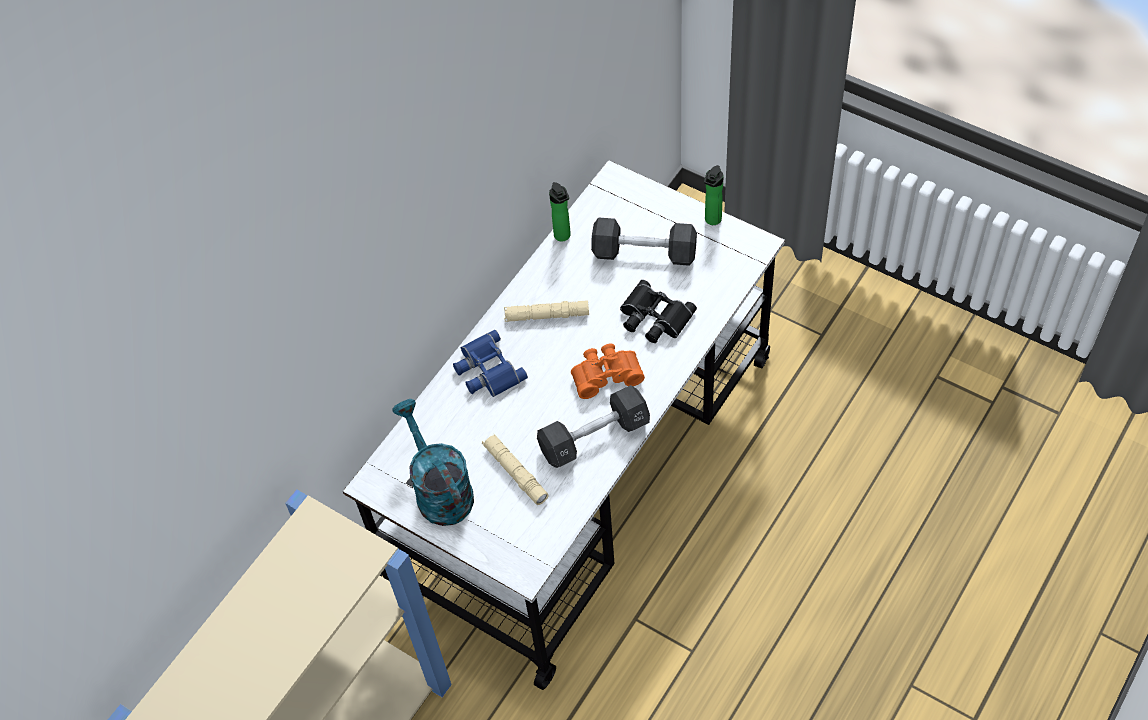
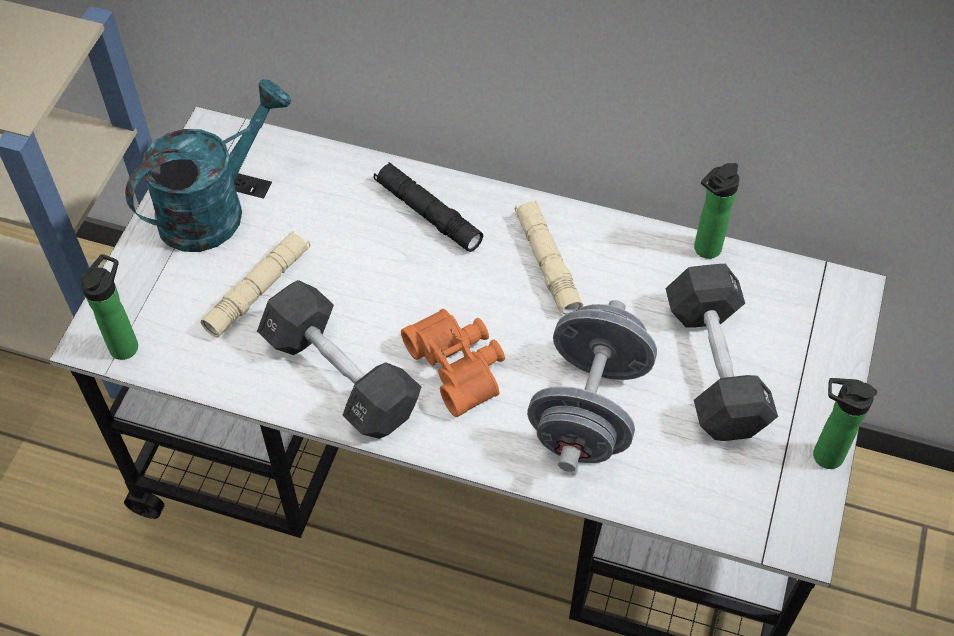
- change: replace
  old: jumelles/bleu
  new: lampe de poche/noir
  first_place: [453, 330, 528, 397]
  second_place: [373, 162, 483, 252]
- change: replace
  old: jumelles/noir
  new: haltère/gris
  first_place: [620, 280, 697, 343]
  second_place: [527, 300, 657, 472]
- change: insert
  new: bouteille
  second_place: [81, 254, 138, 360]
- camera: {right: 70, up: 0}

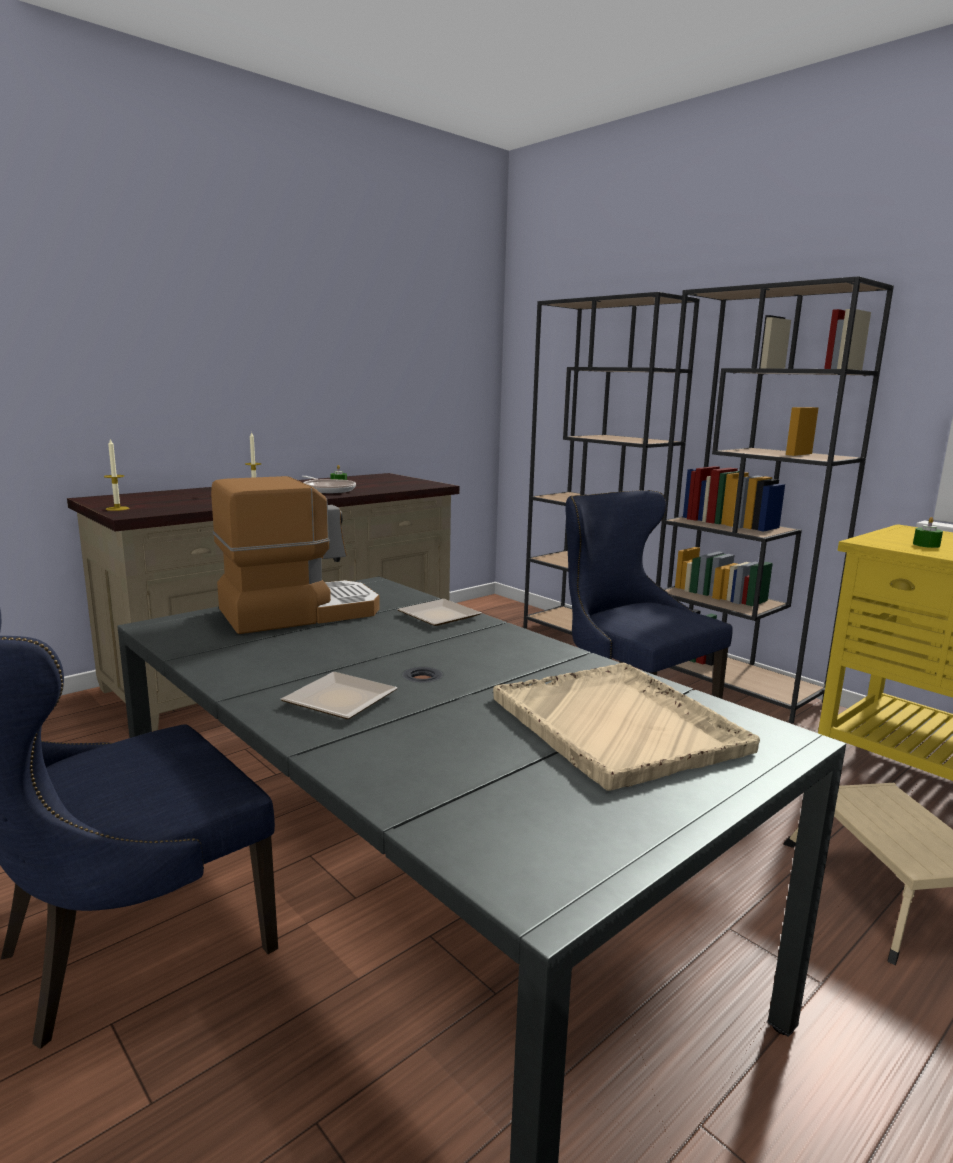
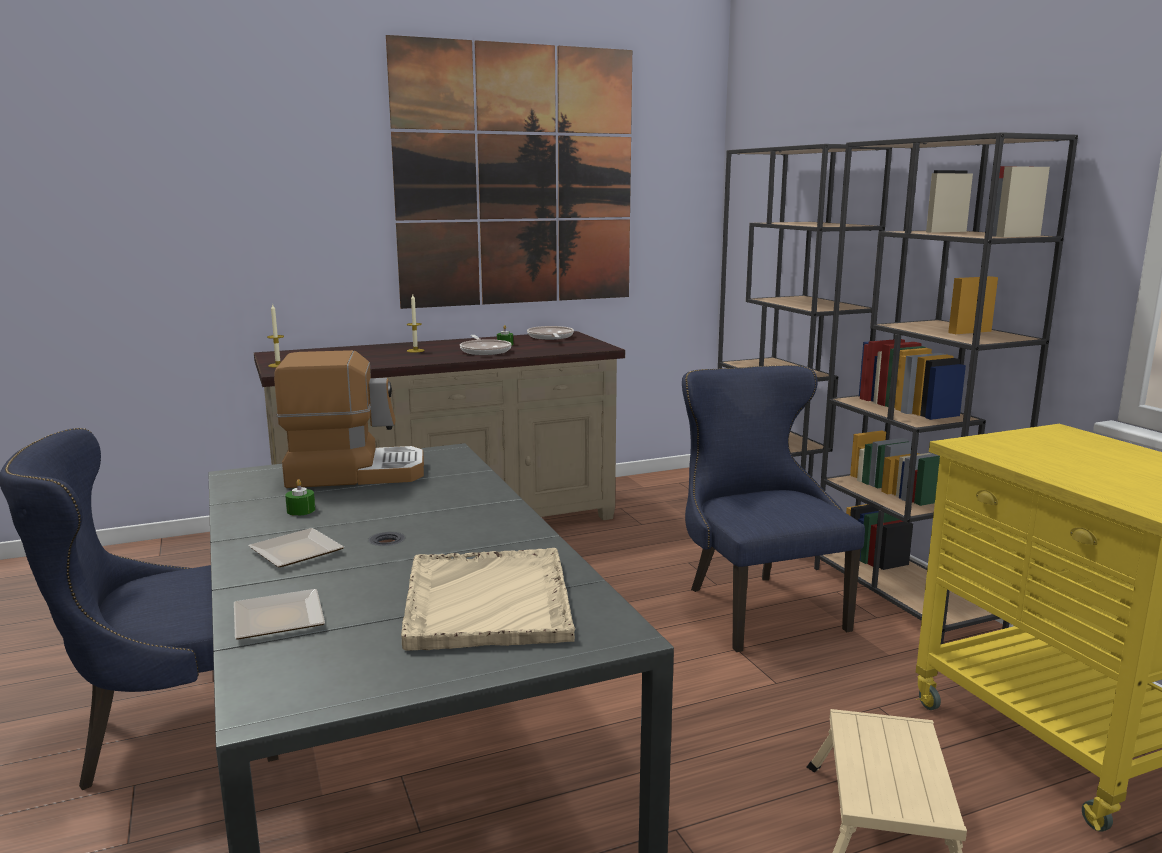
- change: move
  old: assiette
  first_place: [397, 599, 481, 626]
  second_place: [234, 589, 325, 640]
- change: move
  old: bougie/vert
  first_place: [913, 517, 943, 548]
  second_place: [285, 479, 315, 516]
- change: insert
  new: tableau
  second_place: [386, 35, 632, 309]
- change: insert
  new: poêle
  second_place: [527, 326, 574, 340]
- camera: {right: 20, up: 0}

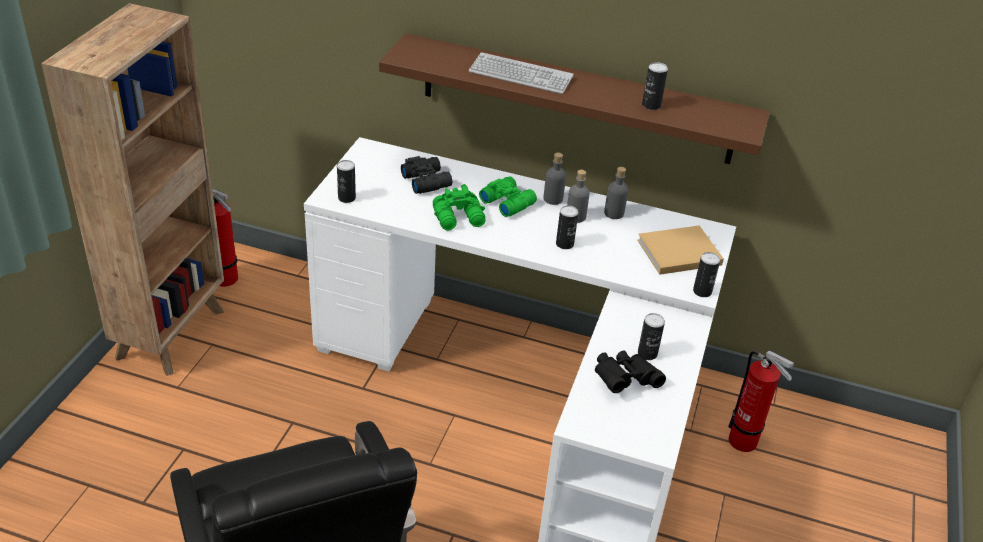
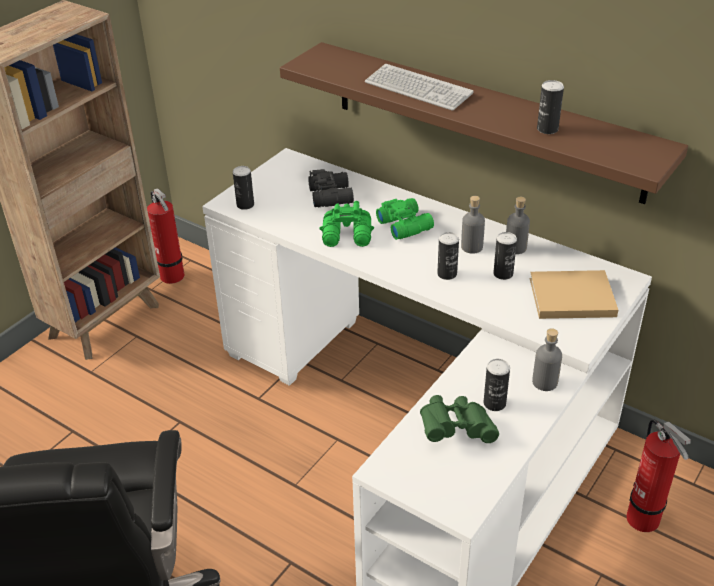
- change: move
  old: bouteille/gris
  first_place: [543, 153, 566, 205]
  second_place: [532, 328, 562, 391]
- change: recolor
  old: jumelles/noir
  new: jumelles/vert
  first_place: [595, 351, 666, 393]
  second_place: [420, 395, 499, 443]
- change: move
  old: boîte métallique
  first_place: [693, 252, 720, 297]
  second_place: [493, 232, 517, 280]
- camera: {right: 20, up: 0}

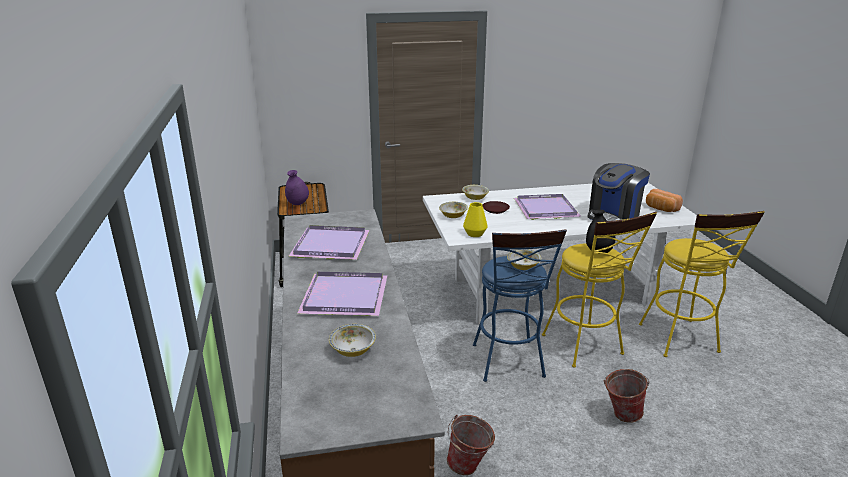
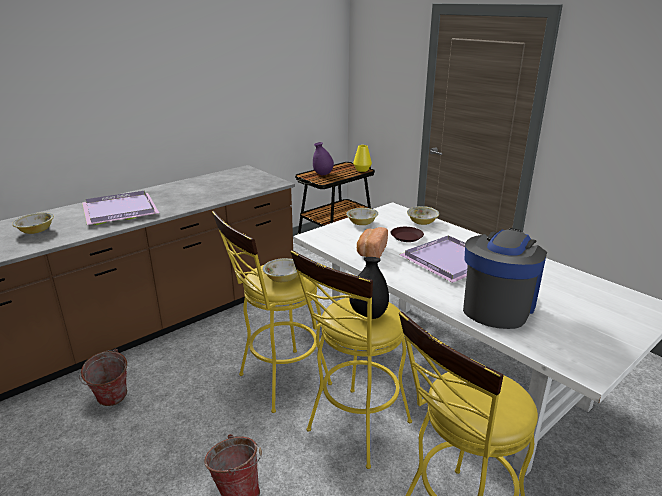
- change: delete
  old: plateau/violet
  first_place: [289, 225, 370, 260]
- change: move
  old: vase/jaune
  first_place: [463, 202, 488, 237]
  second_place: [353, 145, 372, 172]
- change: recolor
  old: tabouret/bleu
  new: tabouret/jaune
  first_place: [473, 229, 567, 382]
  second_place: [212, 211, 332, 413]
- change: rotate
  old: machine à café
  first_place: [588, 163, 650, 221]
  second_place: [463, 228, 547, 329]
  degrees: 105
- change: move
  old: pain
  first_place: [646, 189, 683, 212]
  second_place: [357, 227, 388, 258]
- camera: {right: 60, up: 0}

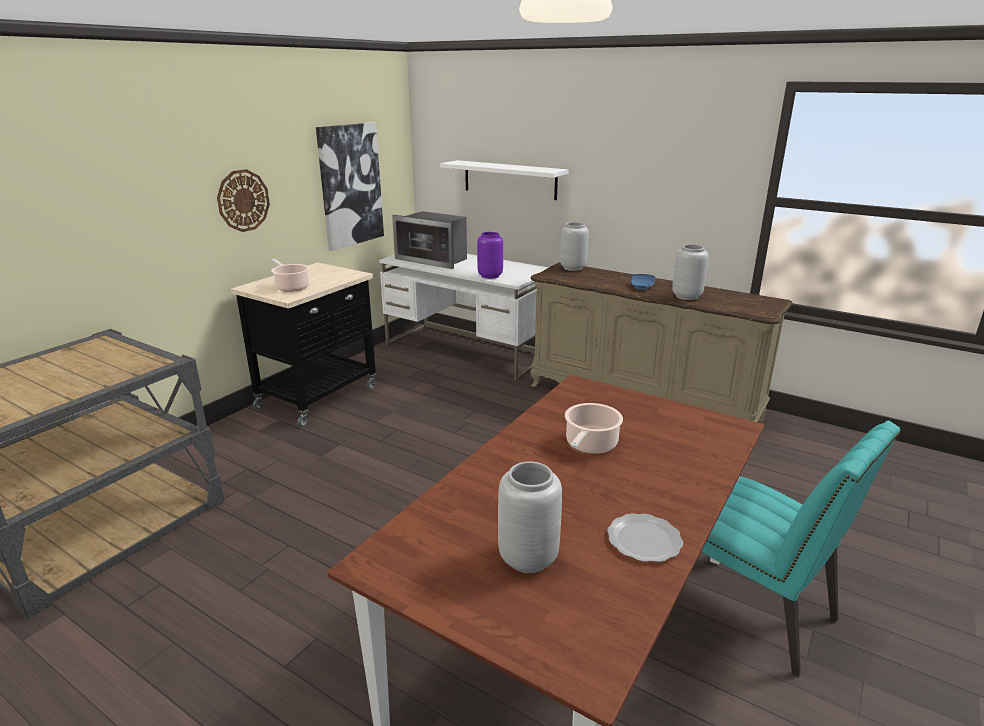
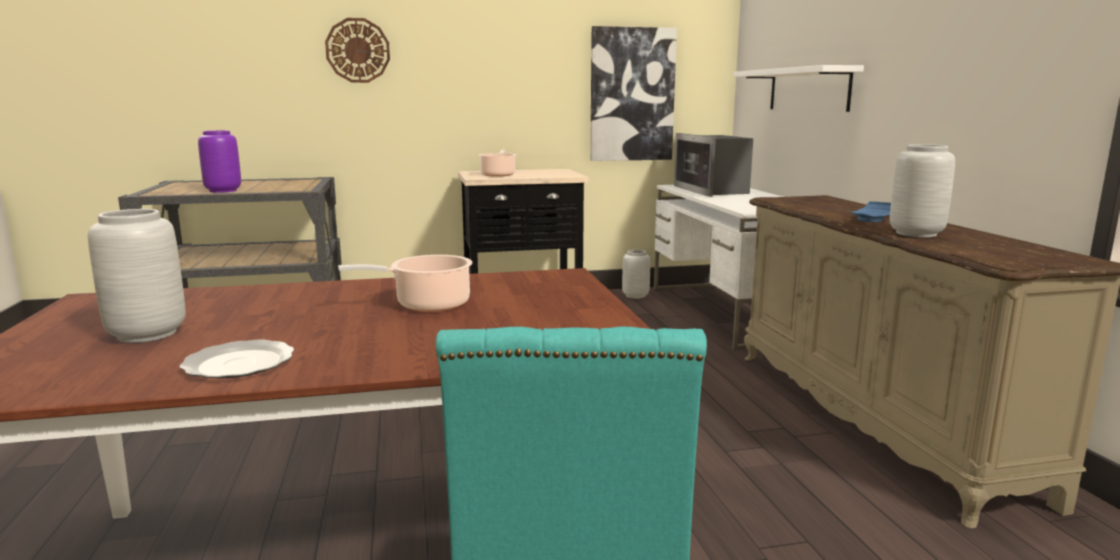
- change: move
  old: horloge murale
  first_place: [217, 169, 270, 232]
  second_place: [325, 18, 390, 83]
- change: move
  old: vase/violet
  first_place: [477, 232, 503, 279]
  second_place: [198, 130, 241, 193]
- change: move
  old: vase/gris
  first_place: [560, 222, 589, 271]
  second_place: [622, 250, 650, 299]
- camera: {right: 45, up: -10}

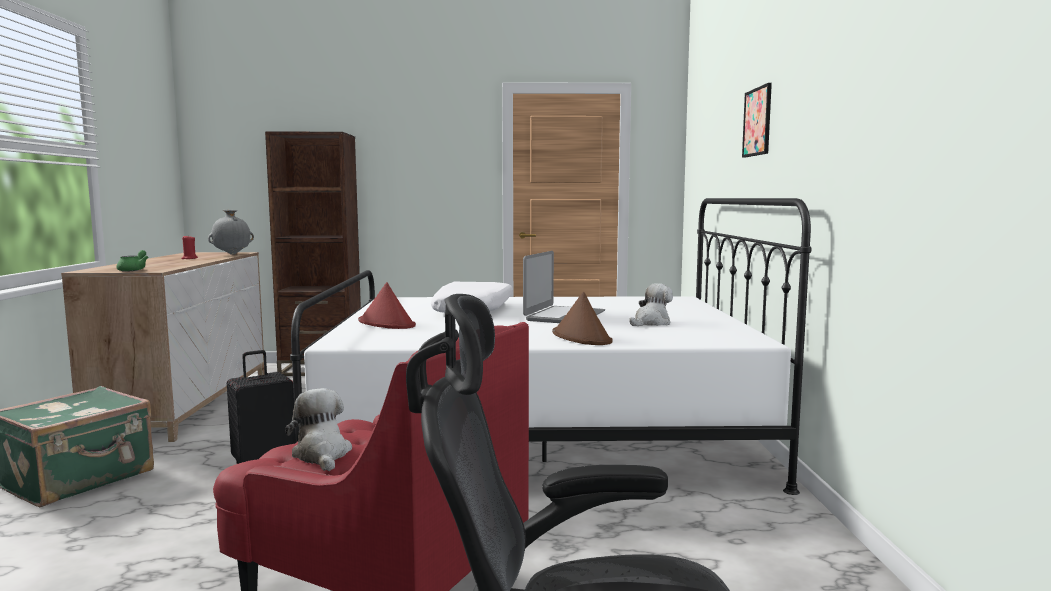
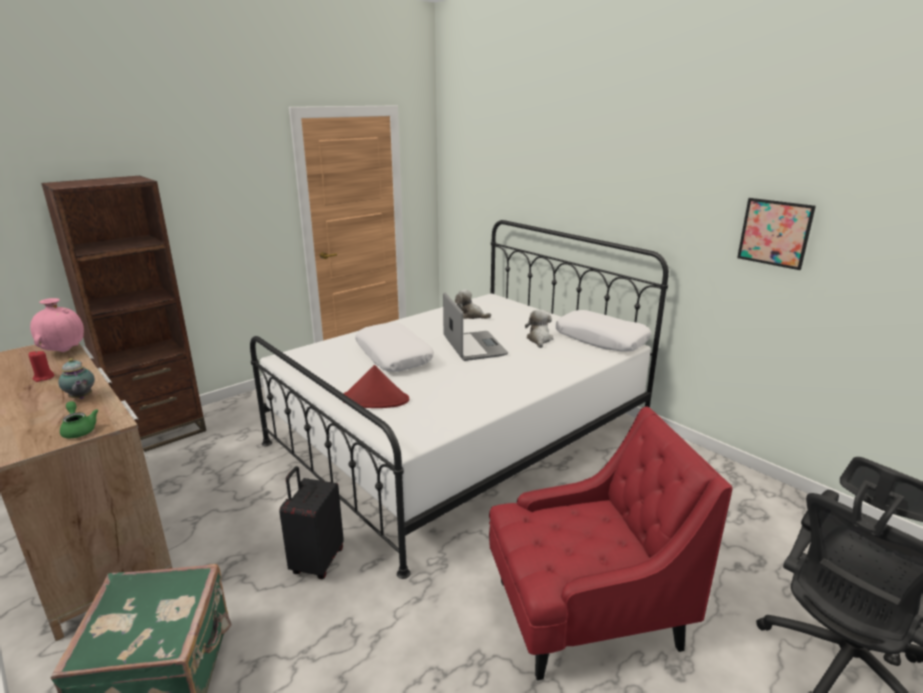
- change: recolor
  old: vase/gris
  new: vase/rose
  first_place: [208, 210, 254, 255]
  second_place: [30, 298, 84, 352]
- change: move
  old: peluche
  first_place: [285, 388, 352, 471]
  second_place: [455, 289, 491, 319]
- change: delete
  old: chapeau/marron
  first_place: [552, 292, 613, 345]
- change: move
  old: tableau
  first_place: [742, 83, 772, 158]
  second_place: [737, 198, 816, 270]
- change: insert
  new: théière
  second_place: [58, 358, 95, 399]
- change: insert
  new: coussin/blanc
  second_place: [555, 310, 651, 352]
- camera: {right: -40, up: 15}

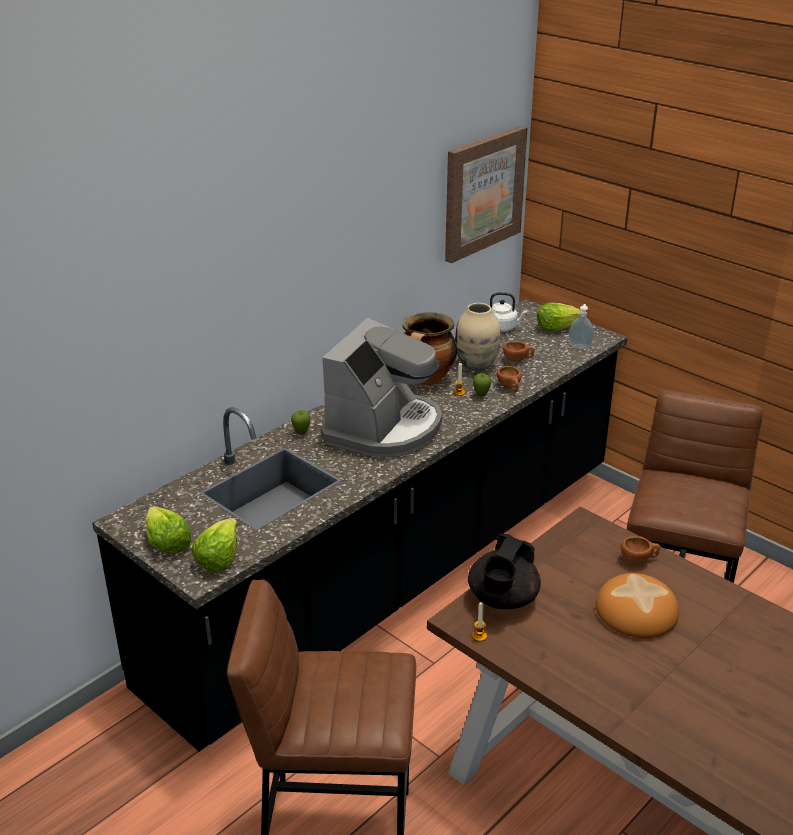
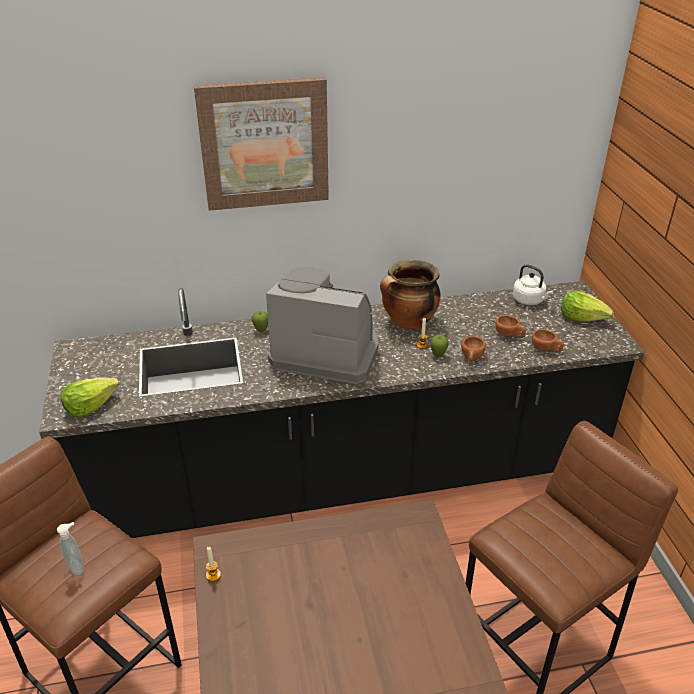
- change: delete
  old: laitue
  first_place: [145, 506, 191, 554]
- change: rotate
  old: machine à café
  first_place: [321, 318, 442, 457]
  second_place: [266, 267, 378, 384]
  degrees: -135
- change: move
  old: tableau
  first_place: [445, 126, 527, 263]
  second_place: [194, 77, 329, 211]
- change: delete
  old: vase/beige
  first_place: [455, 303, 501, 371]
- change: delete
  old: théière/noir
  first_place: [468, 534, 541, 609]
- change: move
  old: distributeur de savon
  first_place: [569, 304, 594, 348]
  second_place: [57, 522, 84, 575]
- change: delete
  old: pain
  first_place: [596, 573, 679, 638]
- change: move
  old: tasse/marron
  first_place: [621, 536, 661, 564]
  second_place: [532, 329, 564, 352]
- camera: {right: 35, up: 5}

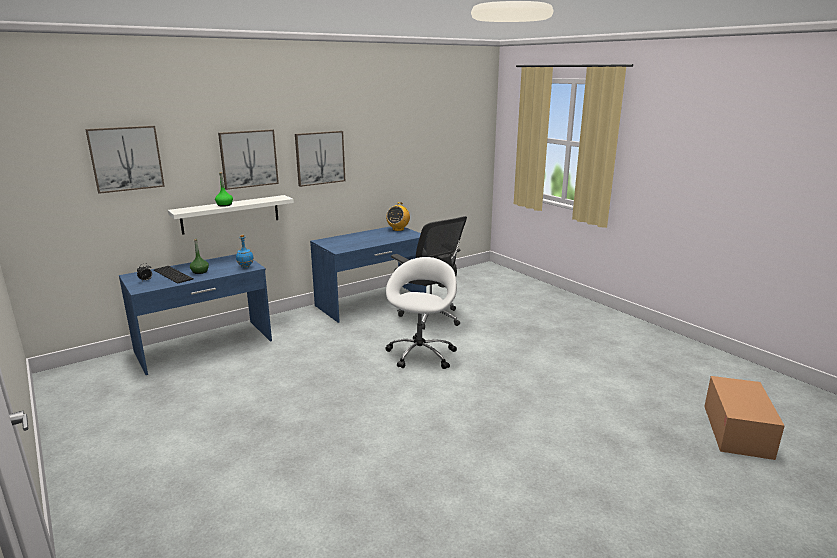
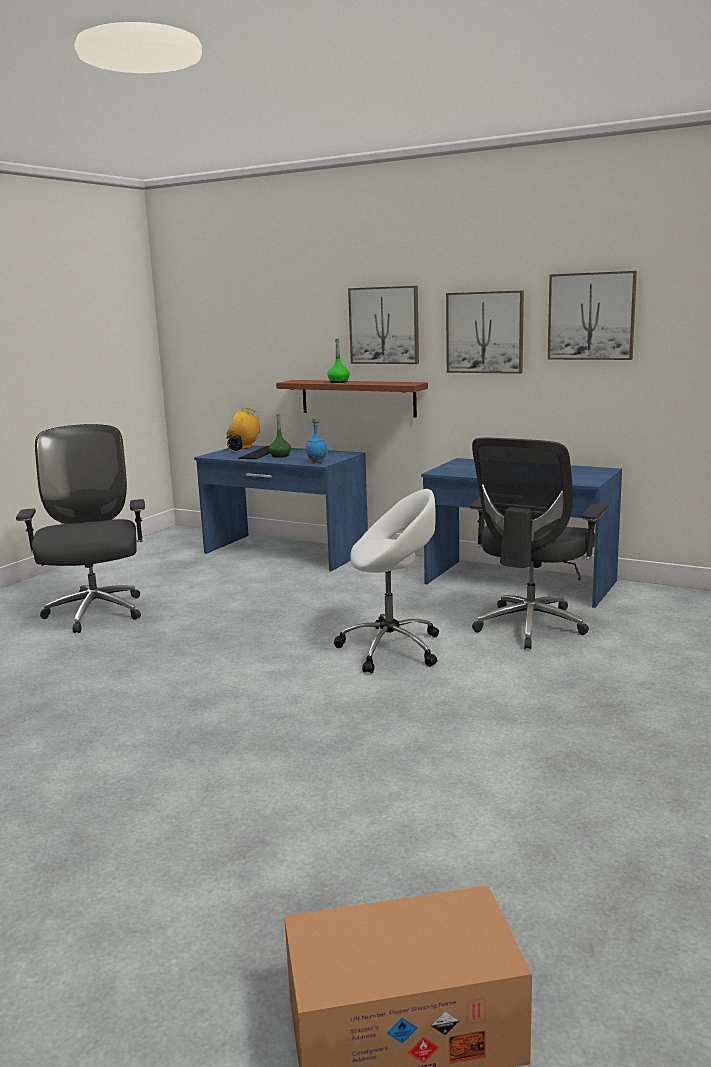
- change: move
  old: tableau
  first_place: [85, 126, 165, 194]
  second_place: [548, 271, 637, 360]
- change: recolor
  old: étagère/blanc
  new: étagère/marron
  first_place: [168, 195, 294, 235]
  second_place: [276, 380, 428, 418]
- change: move
  old: radio
  first_place: [386, 202, 410, 231]
  second_place: [226, 407, 260, 449]
- change: insert
  new: chaise de bureau
  second_place: [16, 424, 145, 633]
- camera: {right: 65, up: -5}

